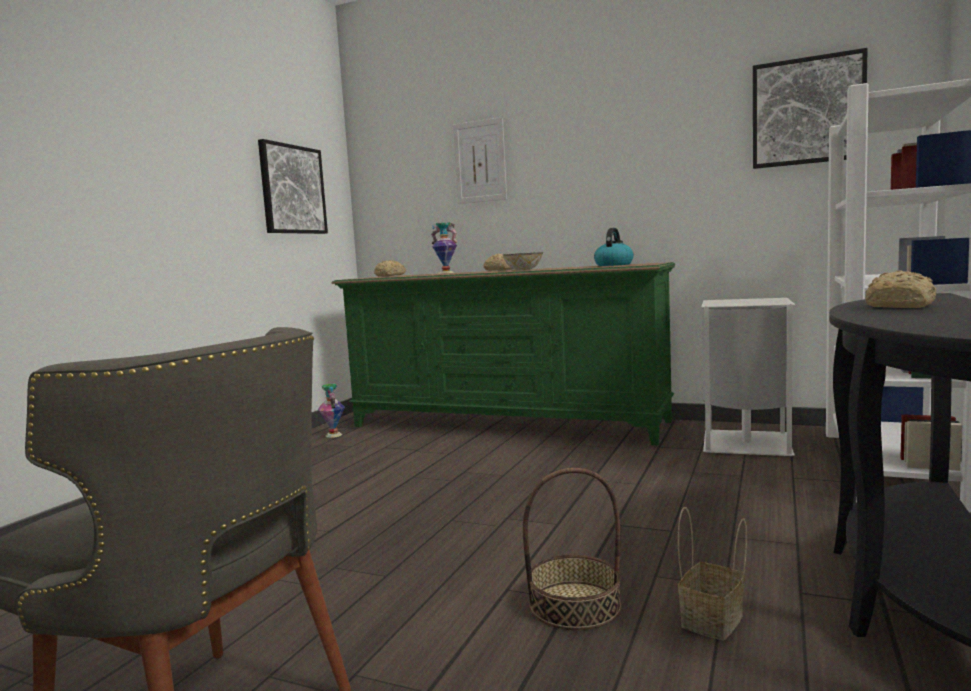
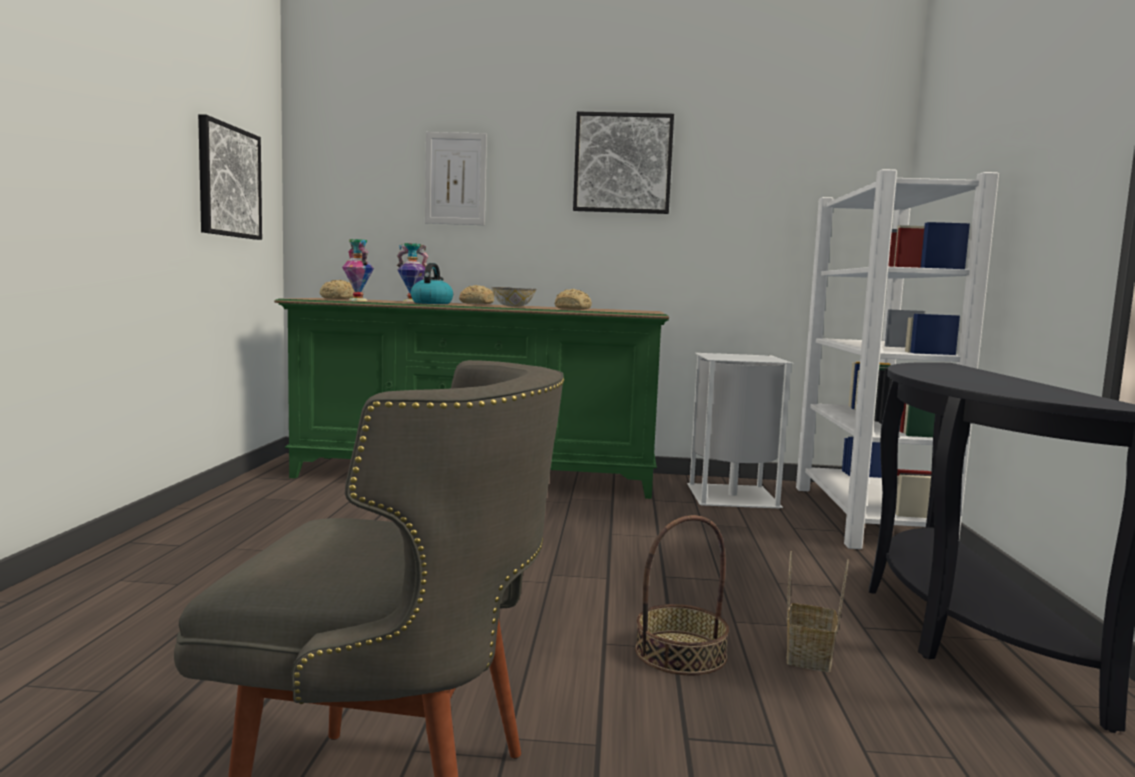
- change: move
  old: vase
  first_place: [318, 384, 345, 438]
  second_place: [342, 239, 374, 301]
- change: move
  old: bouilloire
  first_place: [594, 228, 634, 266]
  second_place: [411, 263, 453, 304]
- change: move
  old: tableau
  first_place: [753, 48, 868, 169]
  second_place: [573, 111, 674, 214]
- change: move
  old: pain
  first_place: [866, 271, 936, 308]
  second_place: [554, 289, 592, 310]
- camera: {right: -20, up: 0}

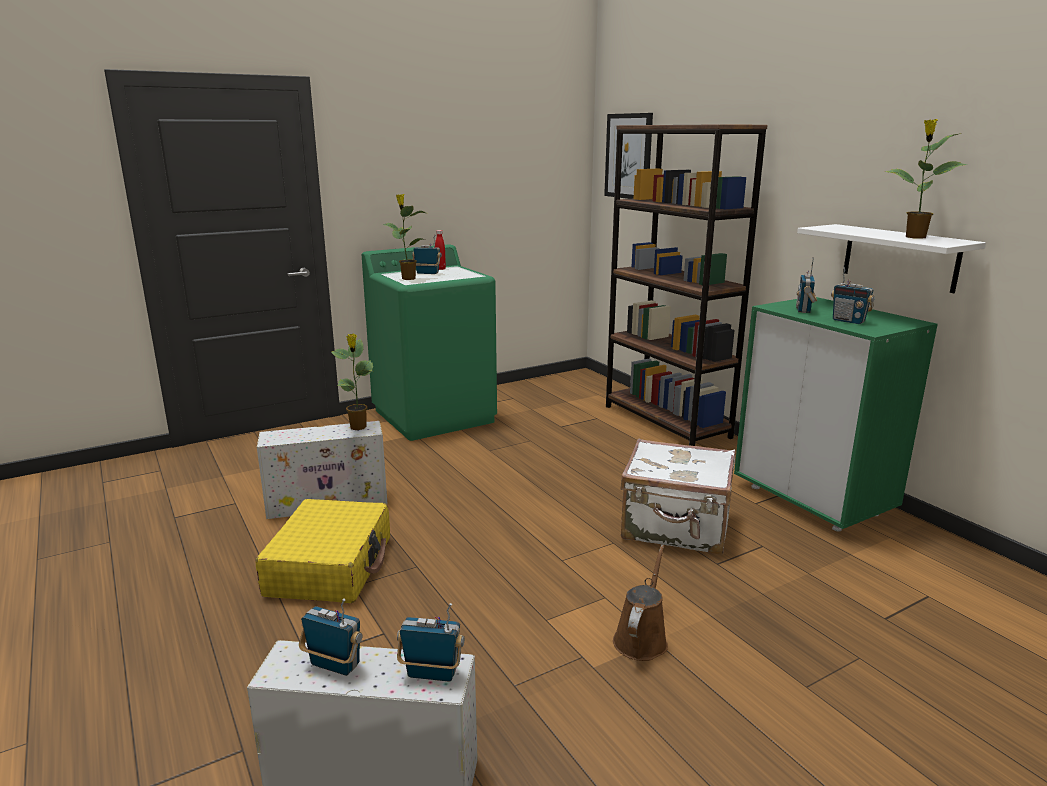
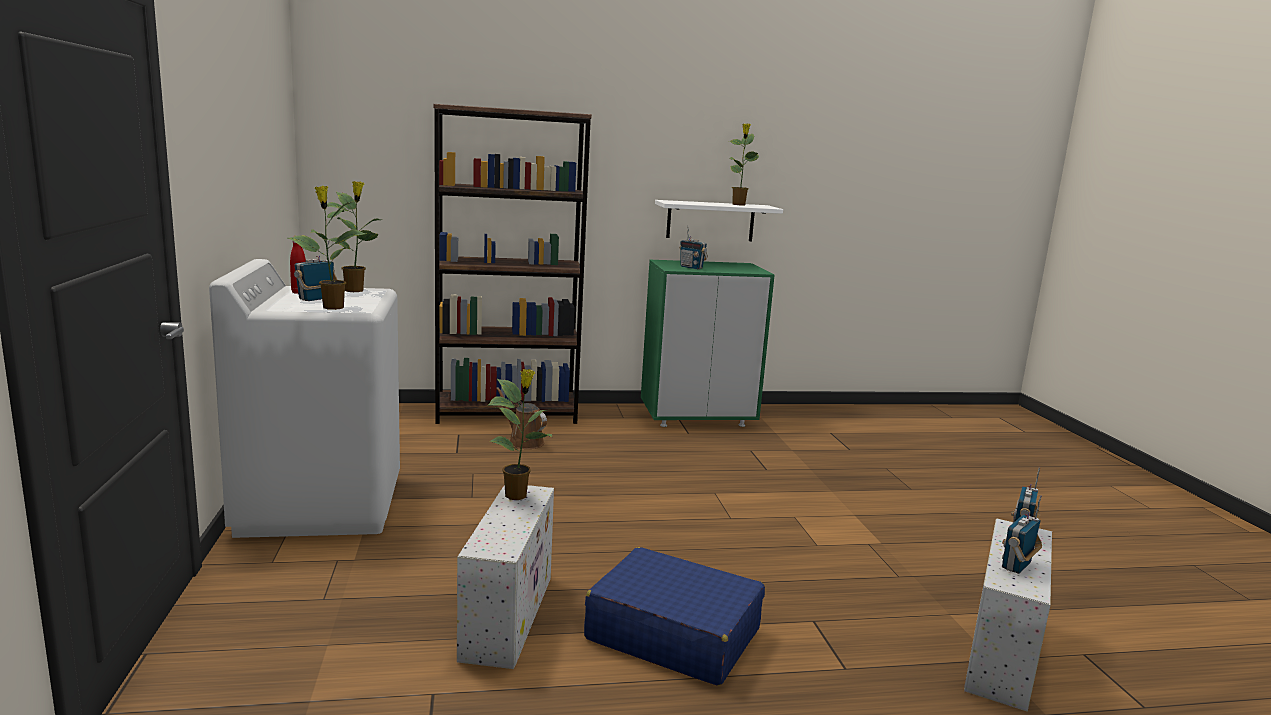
- change: recolor
  old: valise/jaune
  new: valise/bleu
  first_place: [256, 499, 390, 603]
  second_place: [584, 547, 765, 686]
- change: recolor
  old: lave-linge/vert
  new: lave-linge/blanc
  first_place: [362, 244, 497, 441]
  second_place: [209, 259, 400, 538]
- change: delete
  old: tableau
  first_place: [604, 113, 653, 199]
- change: move
  old: arrosoir/marron
  first_place: [613, 545, 668, 661]
  second_place: [496, 387, 547, 449]
- change: delete
  old: valise/blanc
  first_place: [621, 439, 735, 555]
- change: delete
  old: radio
  first_place: [831, 265, 874, 324]
- change: insert
  new: plante en pot
  second_place: [327, 181, 381, 292]
- camera: {right: -70, up: -5}

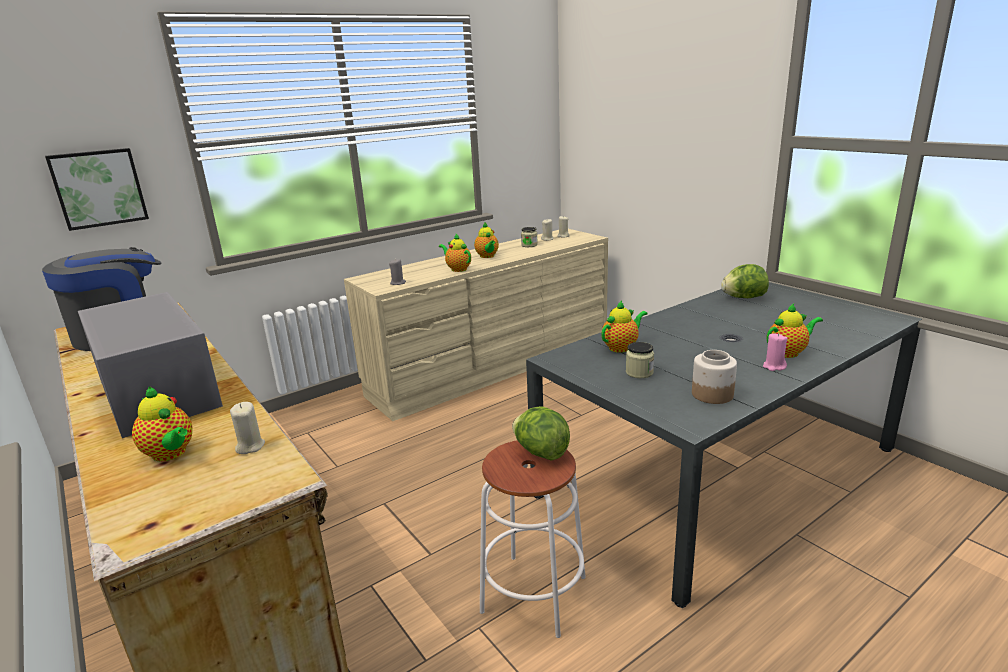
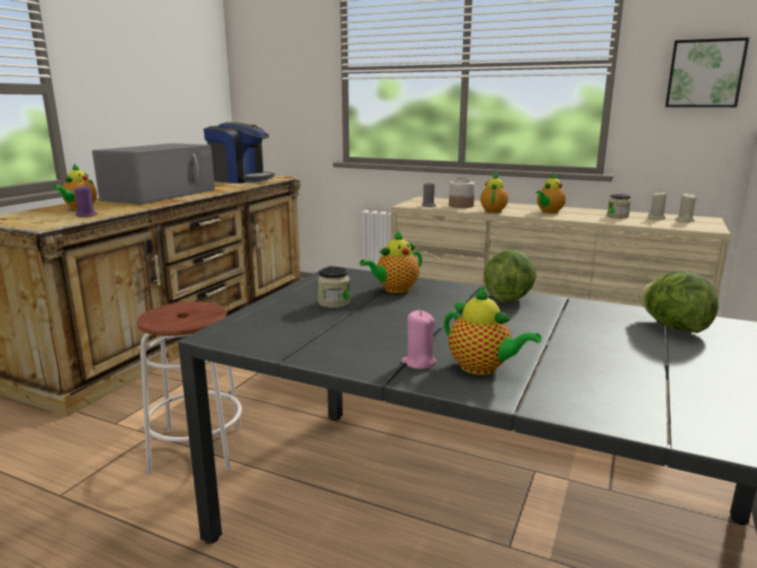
- change: move
  old: tableau
  first_place: [45, 148, 149, 231]
  second_place: [665, 37, 749, 107]
- change: recolor
  old: bougie/beige
  new: bougie/violet
  first_place: [230, 402, 265, 454]
  second_place: [74, 184, 97, 217]
- change: move
  old: laitue
  first_place: [512, 406, 570, 461]
  second_place: [484, 249, 536, 303]
- change: rotate
  old: théière
  first_place: [601, 301, 648, 353]
  second_place: [360, 230, 422, 293]
  degrees: 120
- change: move
  old: bocal
  first_place: [692, 350, 737, 404]
  second_place: [449, 178, 475, 208]
- camera: {right: 60, up: -5}

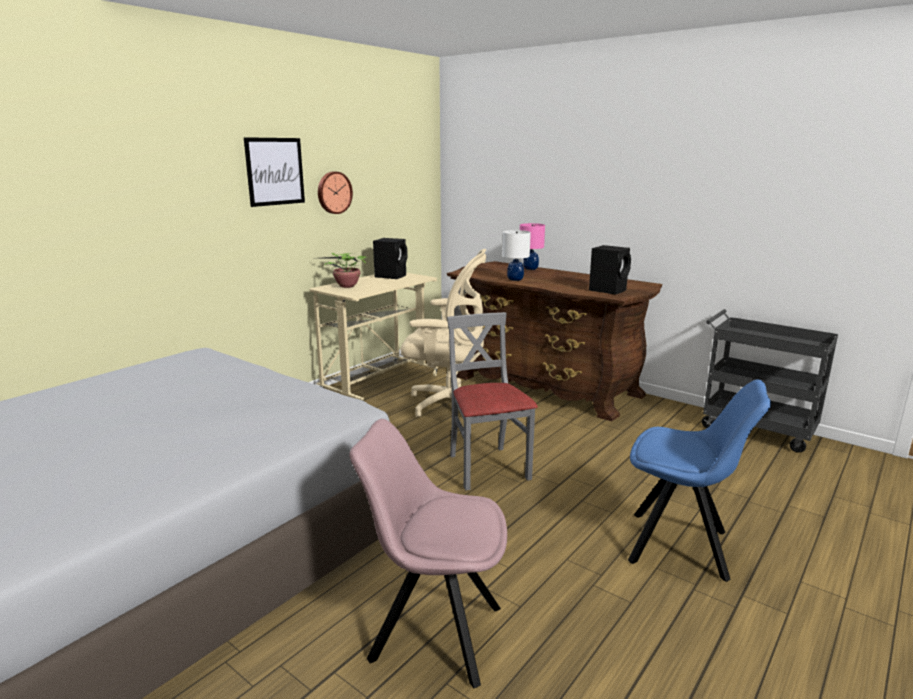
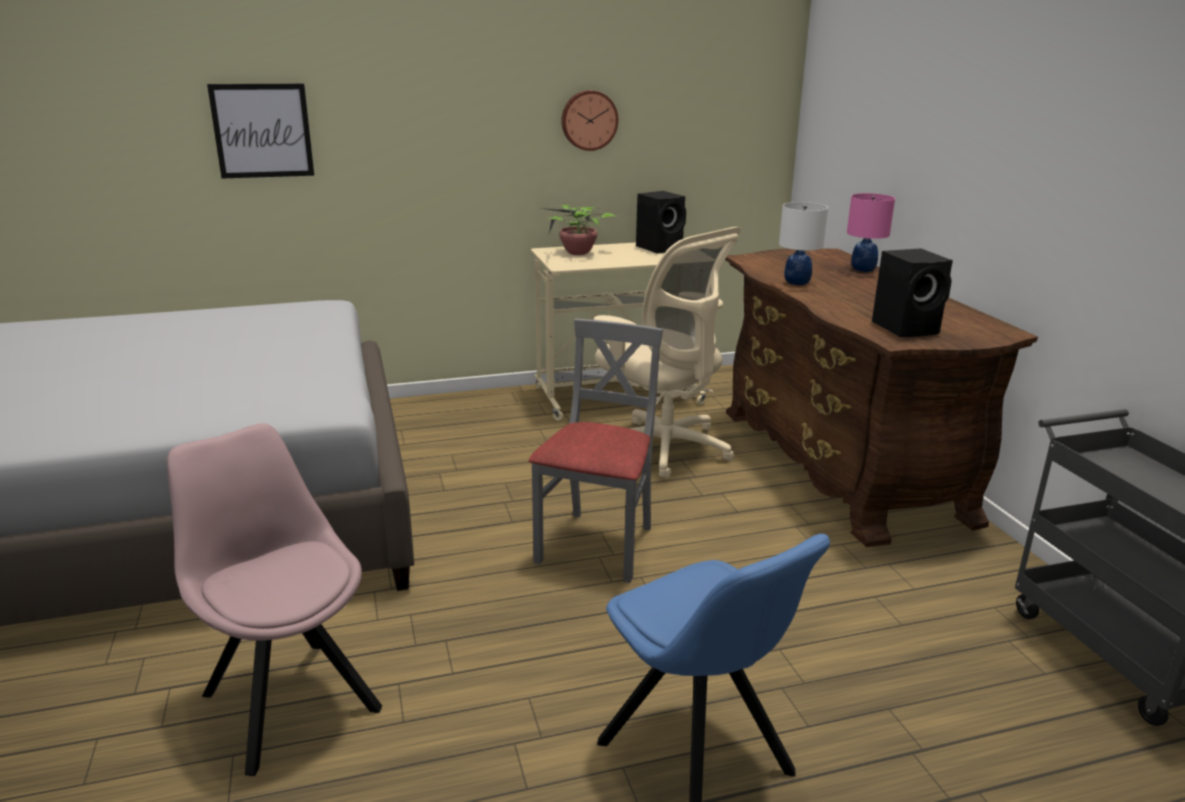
- change: move
  old: tableau
  first_place: [244, 137, 305, 207]
  second_place: [207, 84, 314, 178]
- camera: {right: 35, up: 5}

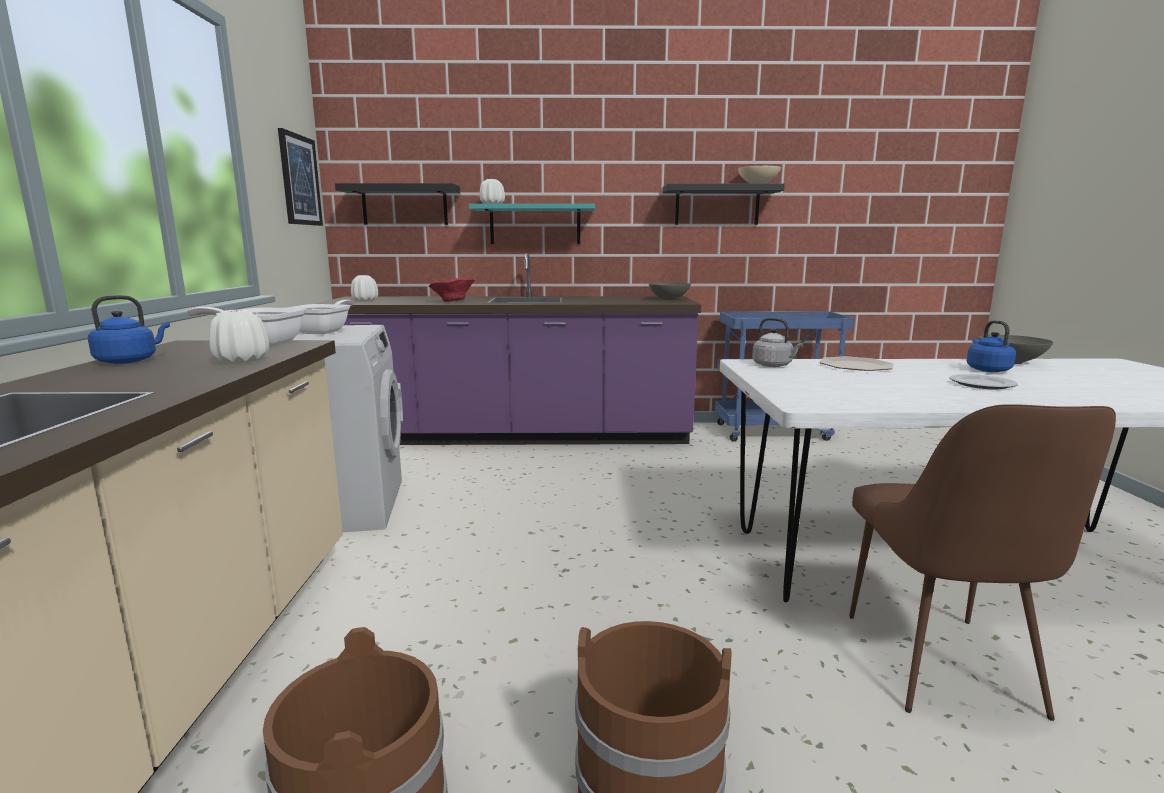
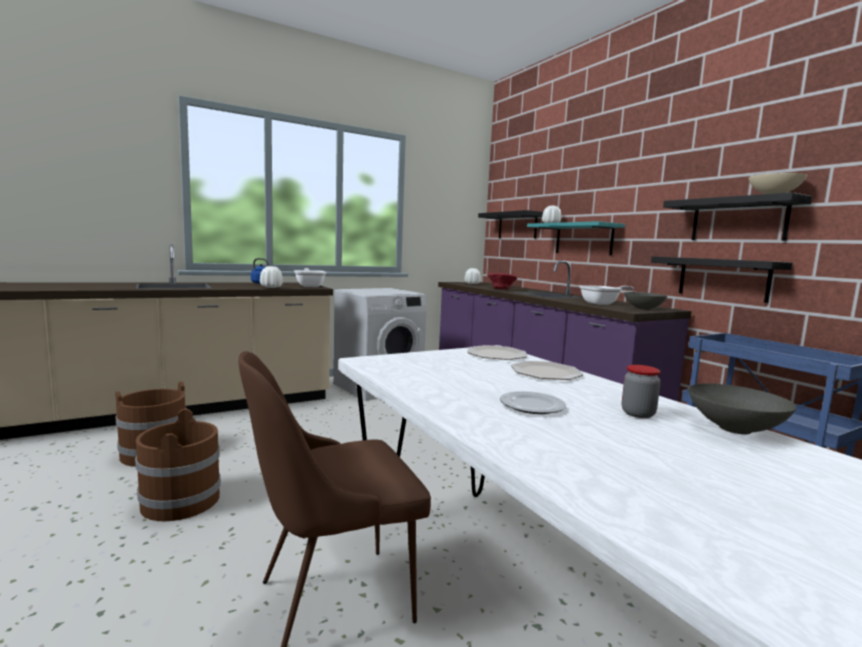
- change: delete
  old: tableau
  first_place: [278, 128, 323, 226]
- change: move
  old: poêle
  first_place: [287, 300, 354, 334]
  second_place: [579, 285, 634, 305]
- change: replace
  old: bouilloire/gris
  new: assiette
  first_place: [752, 317, 803, 367]
  second_place: [467, 345, 527, 360]
- change: replace
  old: bouilloire/bleu
  new: bocal
  first_place: [967, 320, 1016, 372]
  second_place: [622, 365, 661, 418]
- change: insert
  new: étagère/noir
  second_place: [651, 256, 792, 303]
- camera: {right: 60, up: -5}

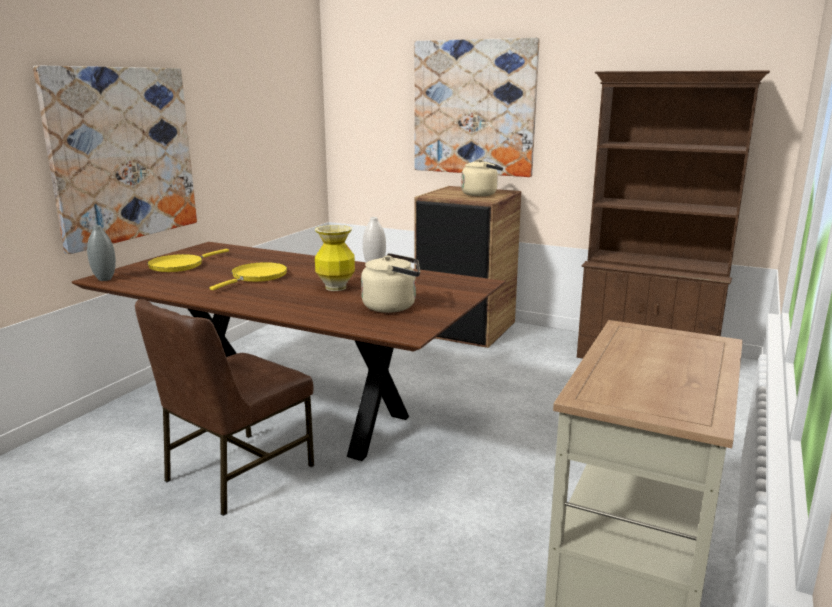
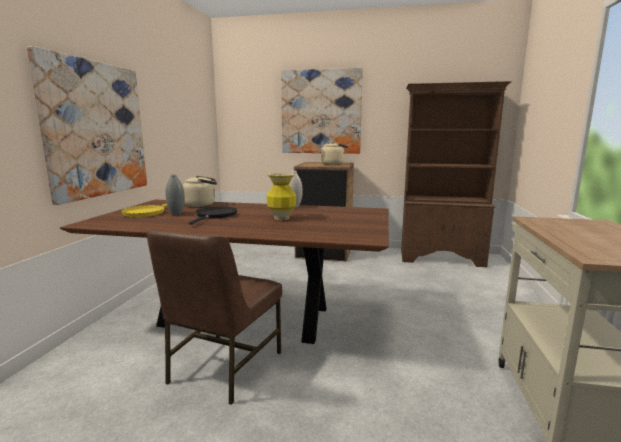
- change: move
  old: vase/gris
  first_place: [87, 225, 116, 281]
  second_place: [165, 174, 185, 215]
- change: recolor
  old: poêle/jaune
  new: poêle/noir
  first_place: [210, 262, 287, 290]
  second_place: [189, 206, 237, 224]
- change: move
  old: bouilloire/beige
  first_place: [361, 253, 420, 313]
  second_place: [183, 175, 217, 207]
- camera: {right: -15, up: -5}

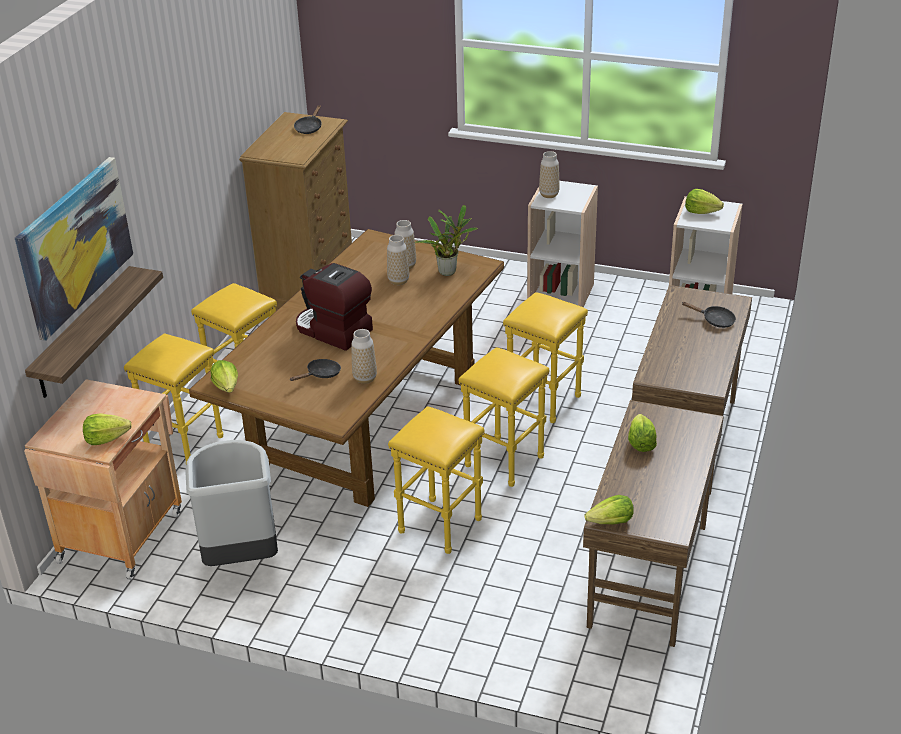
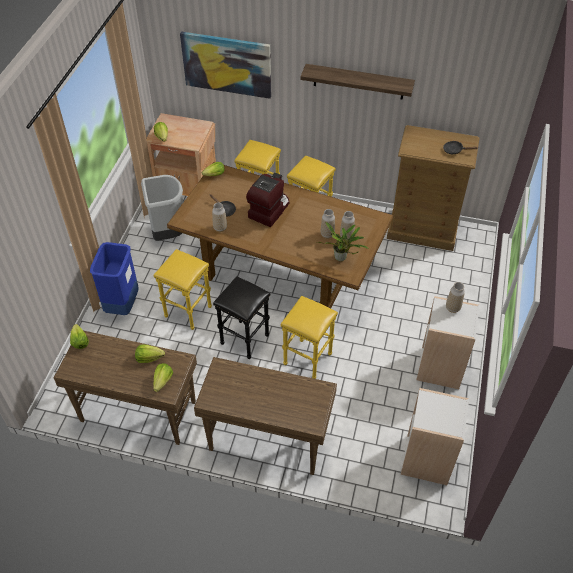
- change: move
  old: étagère
  first_place: [25, 266, 163, 398]
  second_place: [300, 64, 415, 100]
- change: recolor
  old: tabouret/jaune
  new: tabouret/noir
  first_place: [458, 347, 550, 487]
  second_place: [213, 276, 270, 359]
- change: delete
  old: poêle/noir
  first_place: [682, 302, 736, 328]
- change: move
  old: laitue
  first_place: [685, 189, 724, 214]
  second_place: [153, 363, 173, 392]
- change: insert
  new: poubelle/bleu
  second_place: [90, 242, 139, 315]
- camera: {right: 85, up: 15}

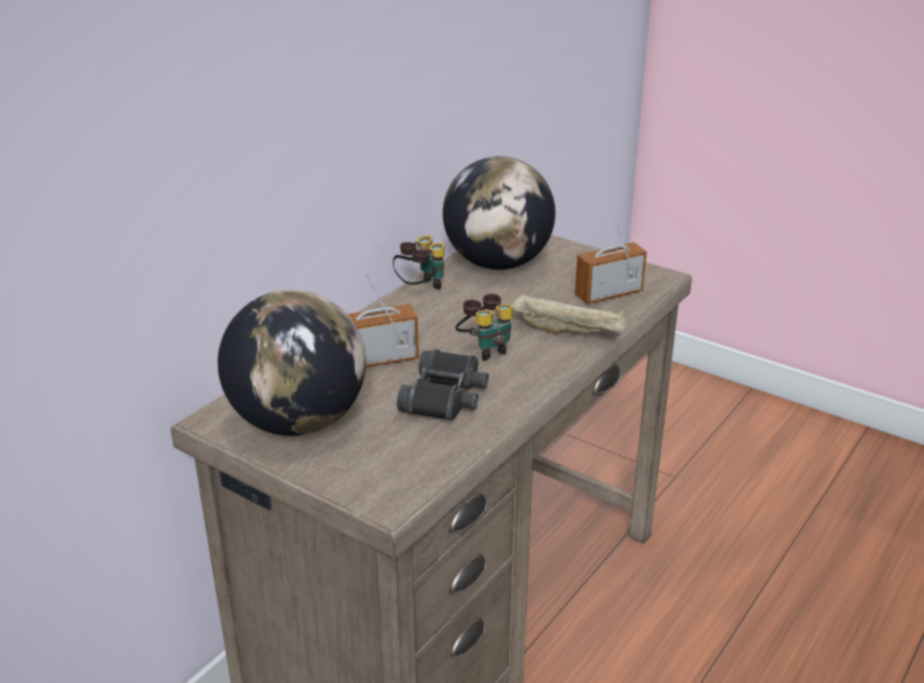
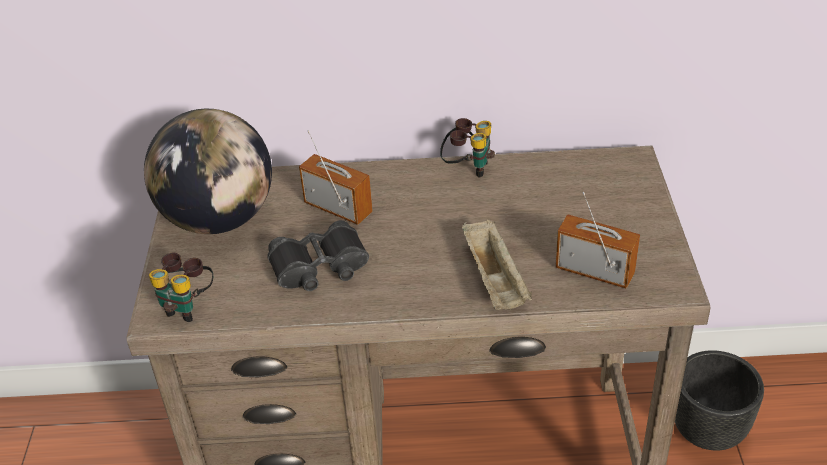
- change: delete
  old: globe
  first_place: [443, 156, 555, 270]
- change: move
  old: jumelles
  first_place: [455, 294, 513, 360]
  second_place: [149, 253, 213, 322]
- change: insert
  new: cache-pot/noir
  second_place: [675, 350, 764, 450]
- camera: {right: 55, up: 10}

